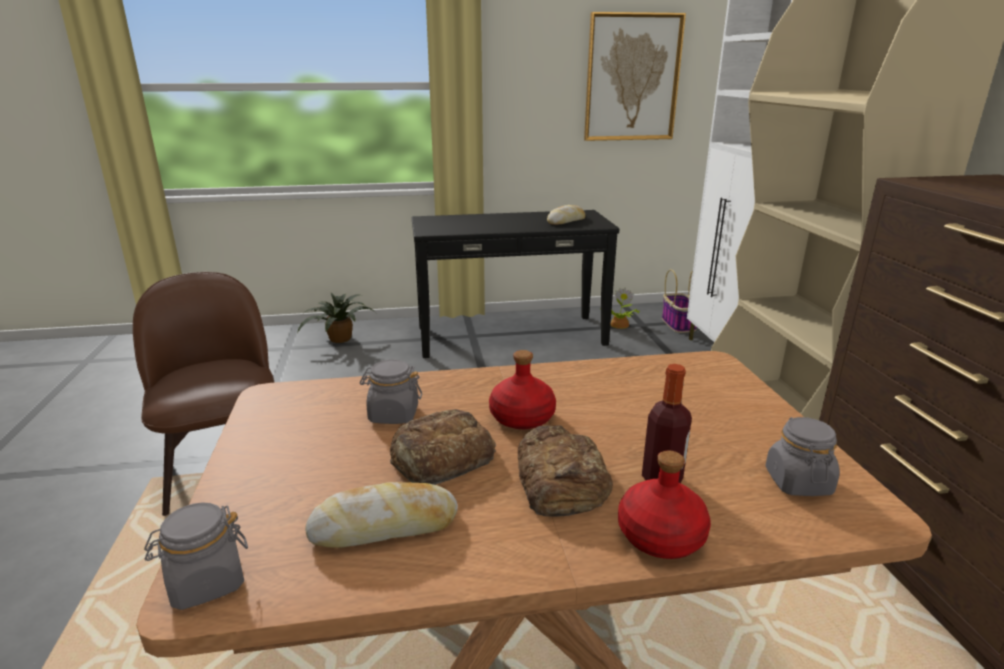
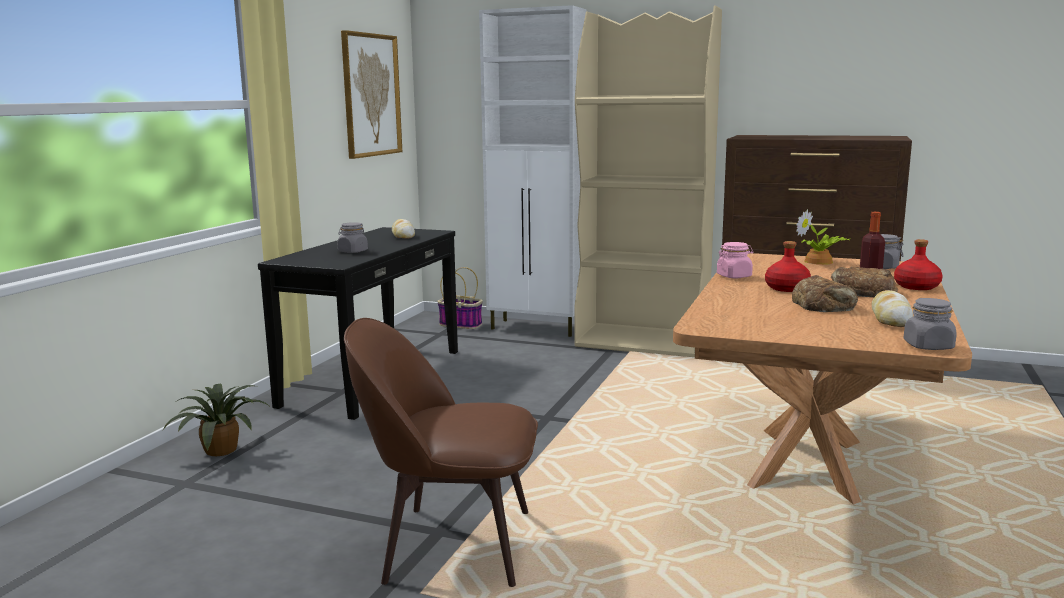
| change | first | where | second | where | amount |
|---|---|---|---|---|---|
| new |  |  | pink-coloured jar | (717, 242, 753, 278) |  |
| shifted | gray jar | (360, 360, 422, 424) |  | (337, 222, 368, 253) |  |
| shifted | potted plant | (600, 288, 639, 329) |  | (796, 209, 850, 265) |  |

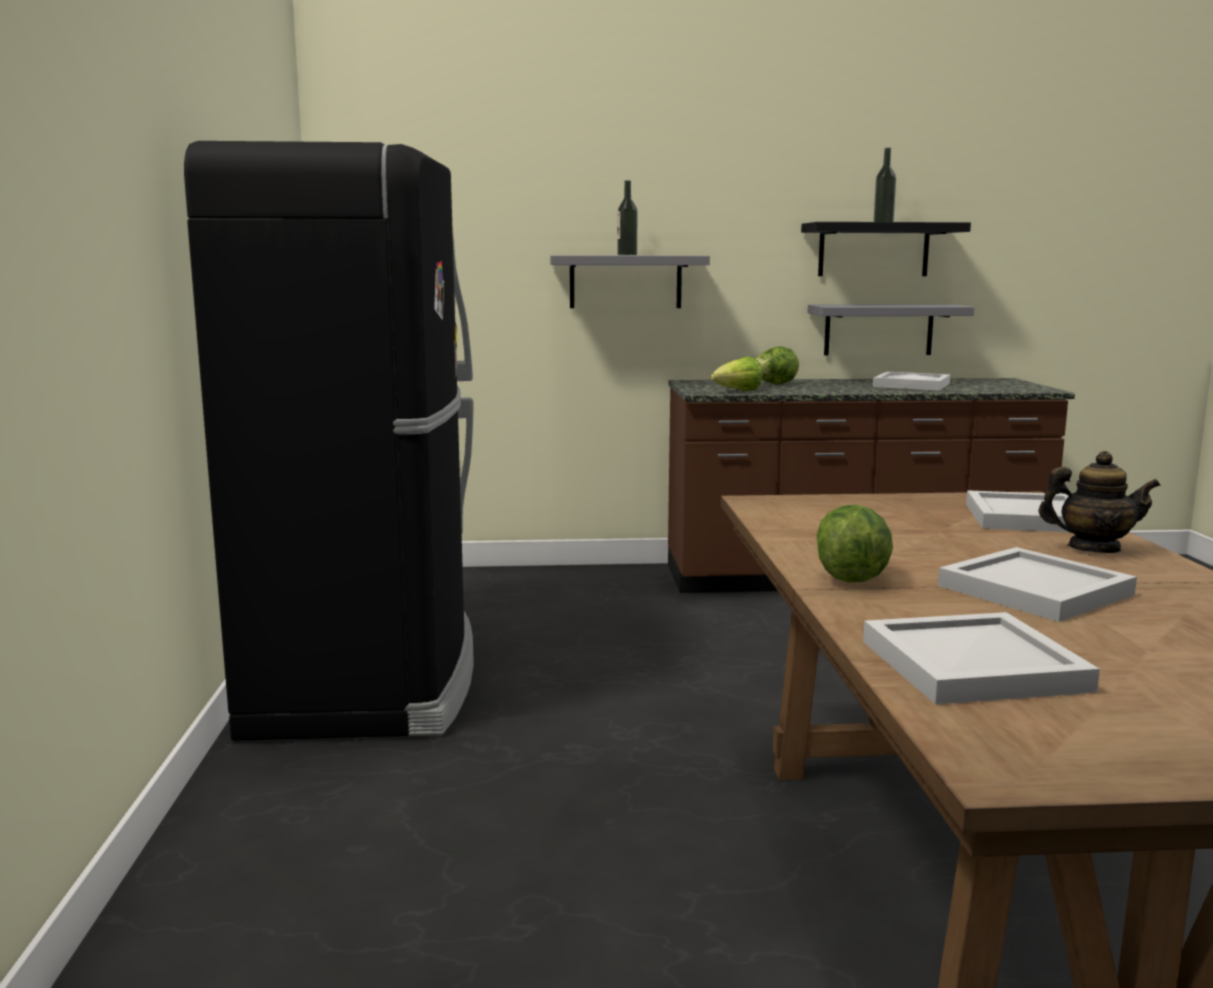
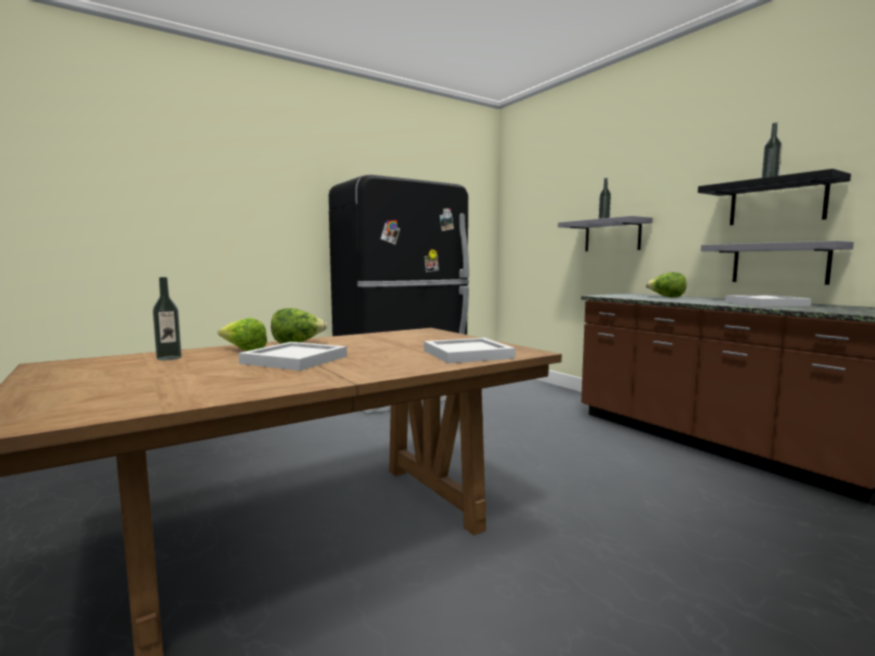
| change | first | where | second | where | amount |
|---|---|---|---|---|---|
| gone | teapot | (1039, 451, 1161, 553) |  |  |  |
| shifted | lettuce head | (711, 356, 763, 391) |  | (218, 318, 267, 351) |  |
| swapped | whitish serving tray | (863, 612, 1100, 705) | bottle | (153, 277, 182, 360) |  |

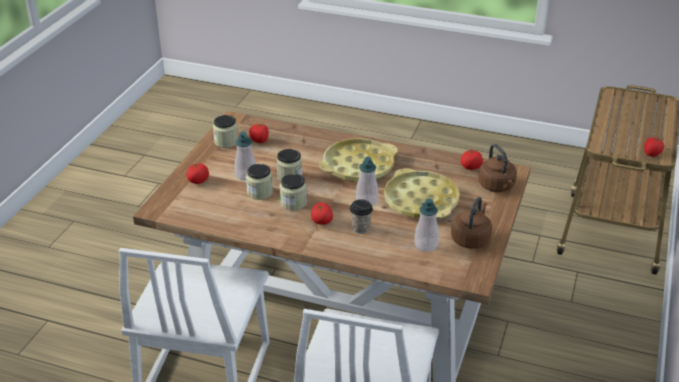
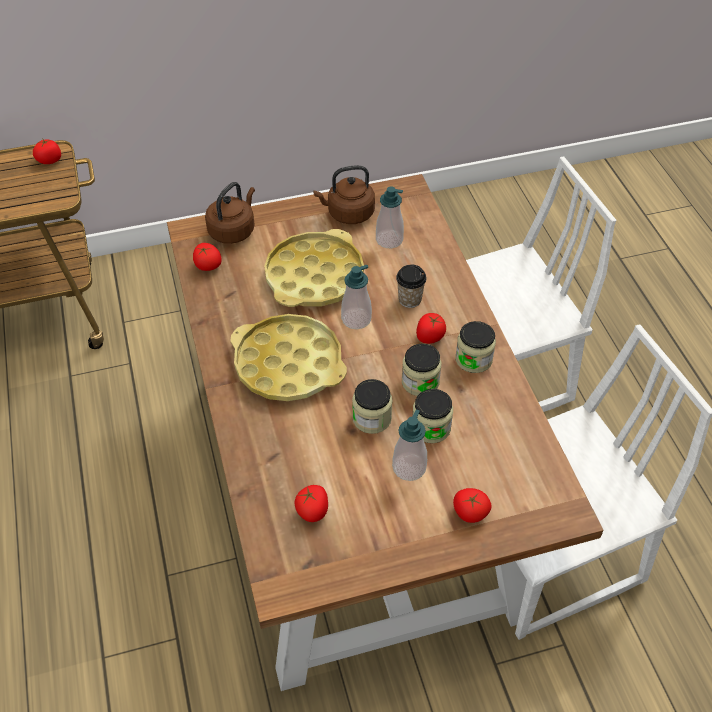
| change | first | where | second | where | amount |
|---|---|---|---|---|---|
| shifted | jar | (213, 115, 238, 148) |  | (455, 321, 496, 373) |  |

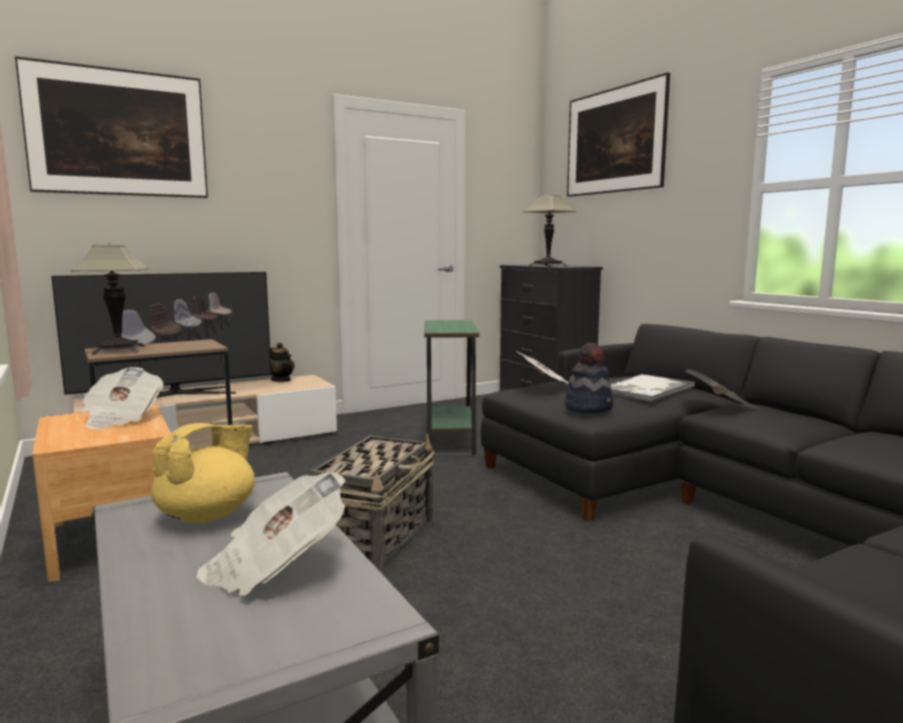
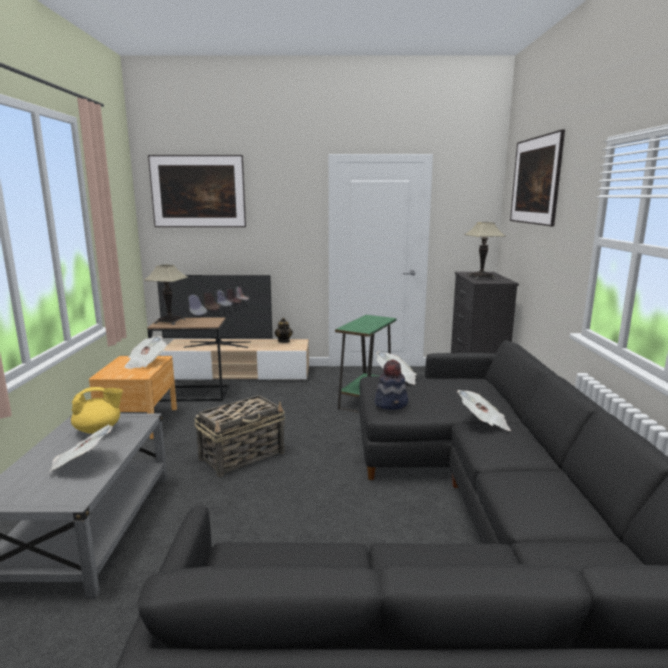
| change | first | where | second | where | amount |
|---|---|---|---|---|---|
| gone | serving tray | (611, 374, 695, 402) |  |  |  |

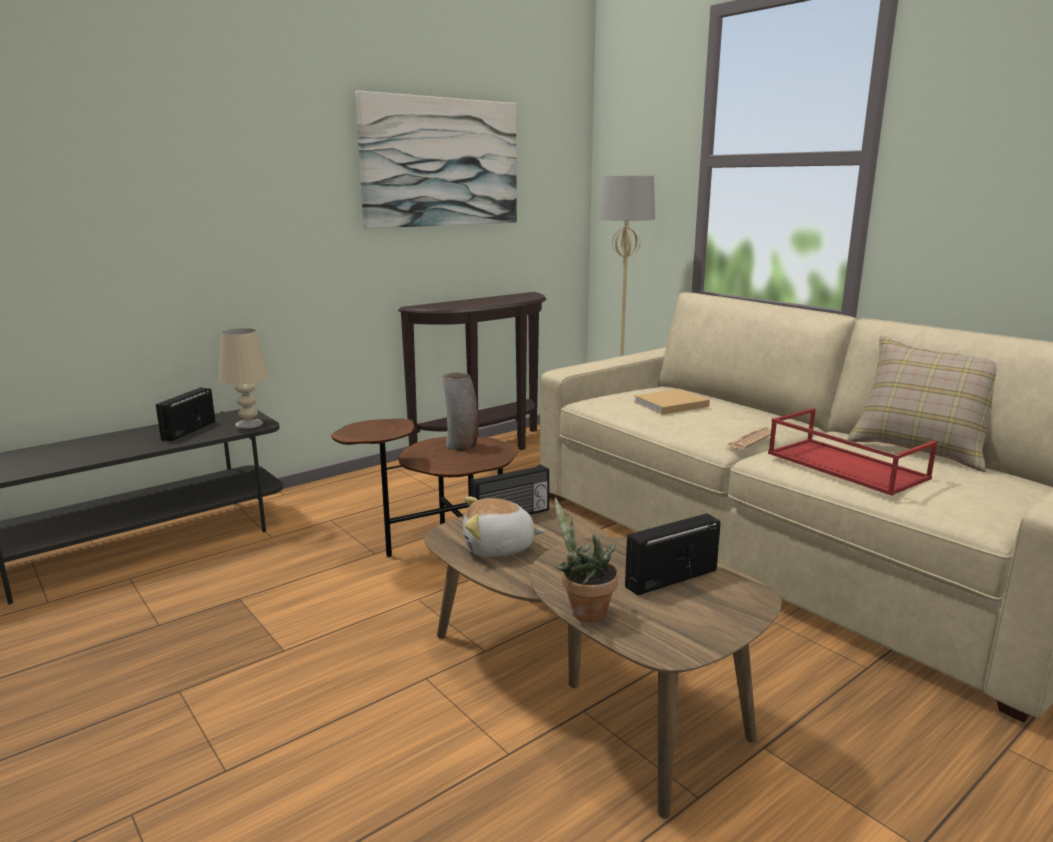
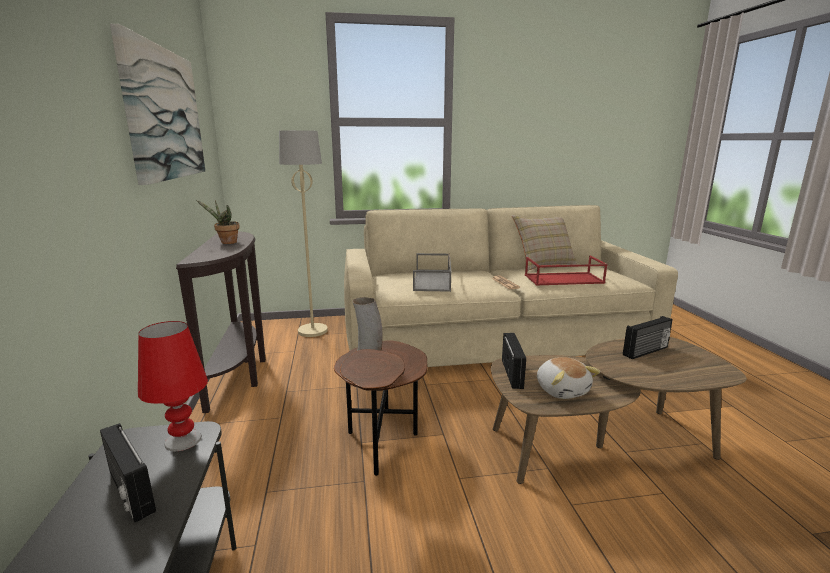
| change | first | where | second | where | amount |
|---|---|---|---|---|---|
| shifted | potted plant | (555, 497, 618, 622) |  | (196, 200, 240, 244) |  |
| swapped | beige bound book | (634, 389, 710, 414) | gray serving tray | (413, 253, 451, 292) |  |
| repainted | beige lamp for a table | (218, 328, 269, 429) | red-coloured lamp for a table | (138, 321, 208, 451) |  |
| rotated | cuddly toy | (463, 497, 545, 557) |  | (537, 357, 600, 399) | 45 degrees counterclockwise |
| rotated | radio set | (625, 513, 721, 596) |  | (623, 316, 673, 359) | 120 degrees counterclockwise |

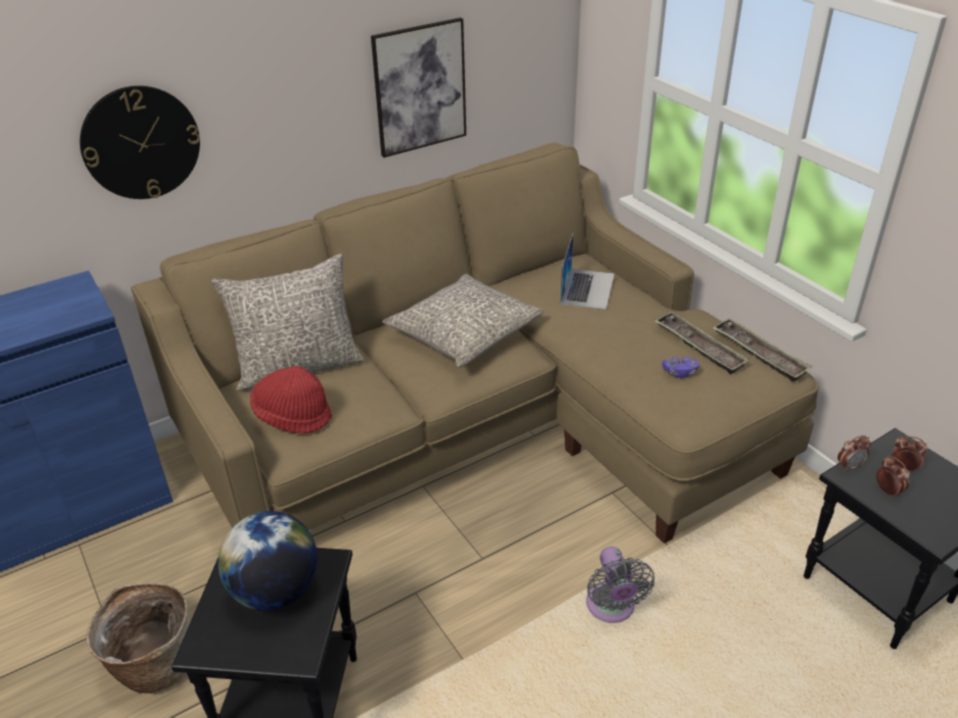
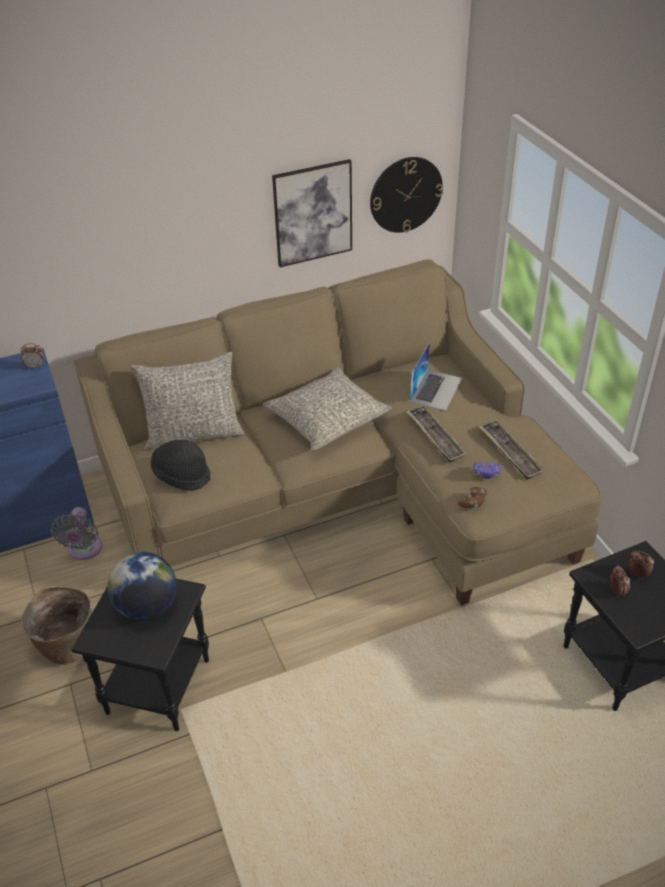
| change | first | where | second | where | amount |
|---|---|---|---|---|---|
| new |  |  | brown joypad | (458, 487, 487, 508) |  |
| shifted | clock on the wall | (80, 86, 200, 199) |  | (370, 157, 443, 233) |  |
| shifted | gray electric fan | (586, 547, 655, 623) |  | (50, 507, 102, 560) |  |
| shifted | serving tray | (713, 318, 812, 382) |  | (407, 405, 467, 463) |  |
| shifted | alarm clock | (837, 435, 871, 472) |  | (20, 343, 44, 369) |  |
| repainted | red-coloured clothing hat | (250, 366, 332, 433) | black-coloured clothing hat | (151, 440, 211, 491) |  |

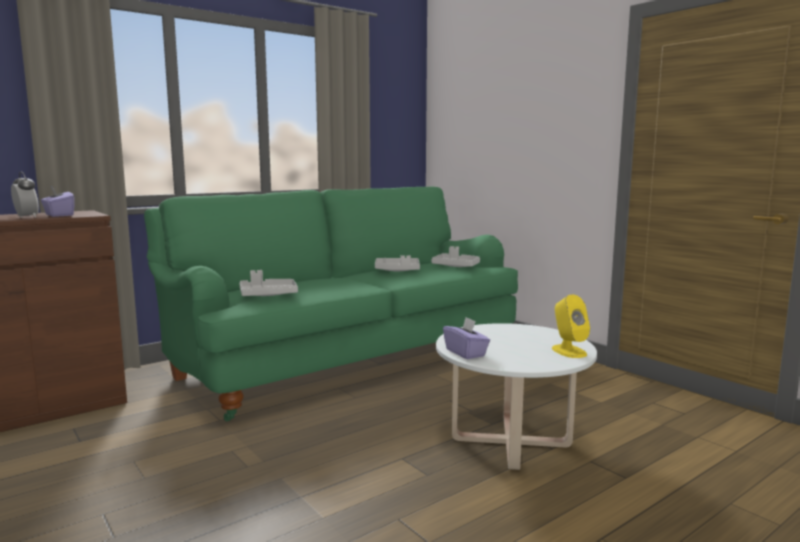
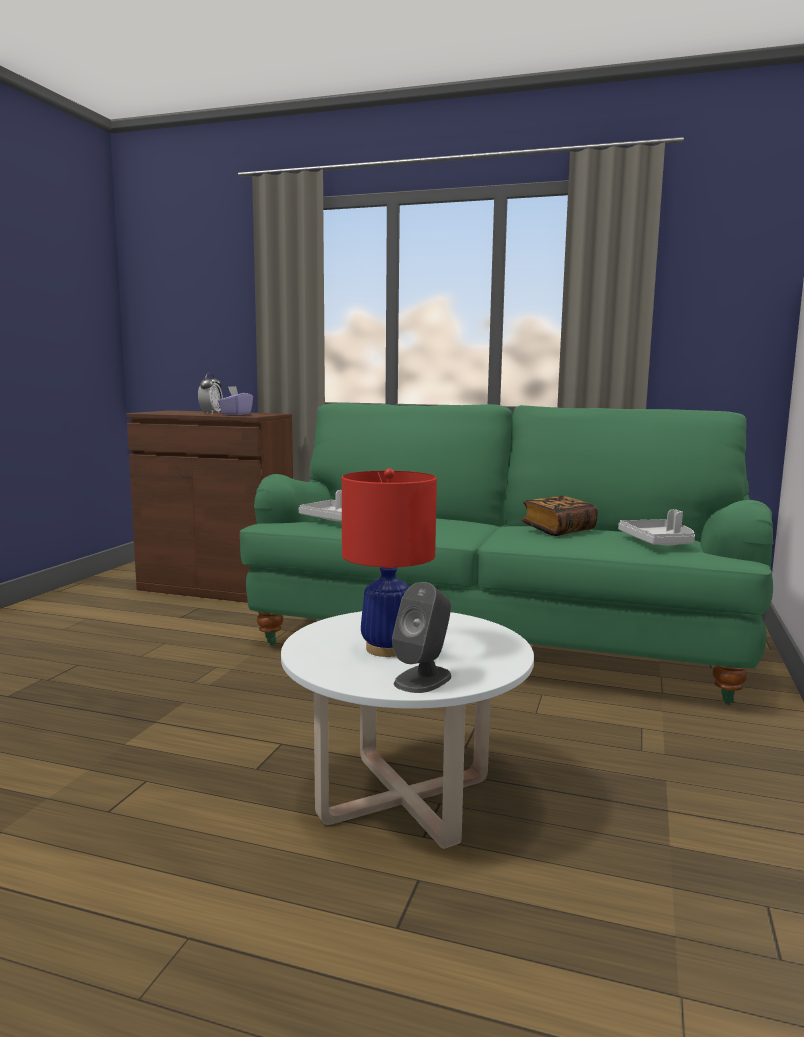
| change | first | where | second | where | amount |
|---|---|---|---|---|---|
| gone | purple-coloured tissue box | (443, 317, 490, 359) |  |  |  |
| new |  |  | red-coloured lamp for a table | (342, 468, 437, 657) |  |
| swapped | gray serving tray | (375, 255, 420, 271) | bound book | (521, 496, 598, 536) |  |
| repainted | yellow loudspeaker | (552, 294, 590, 358) | gray loudspeaker | (392, 582, 452, 693) |  |

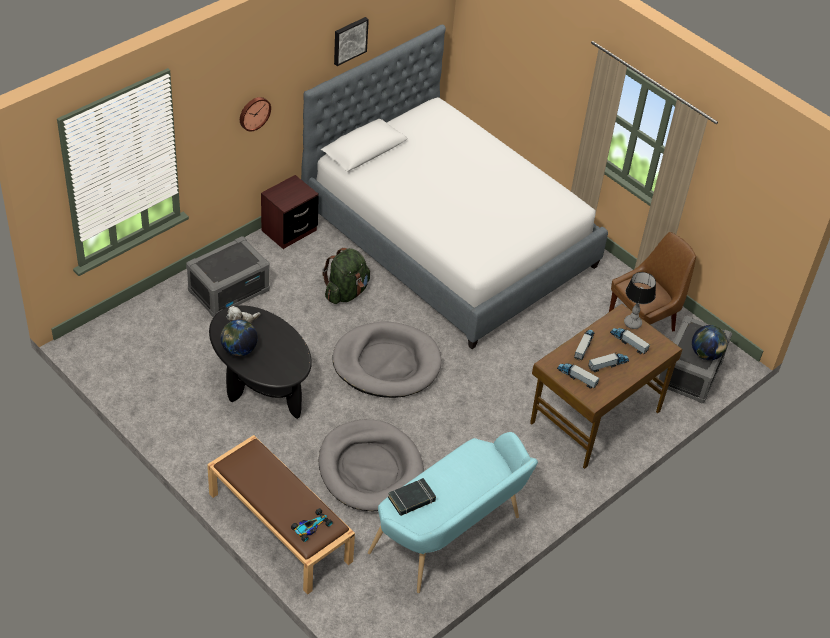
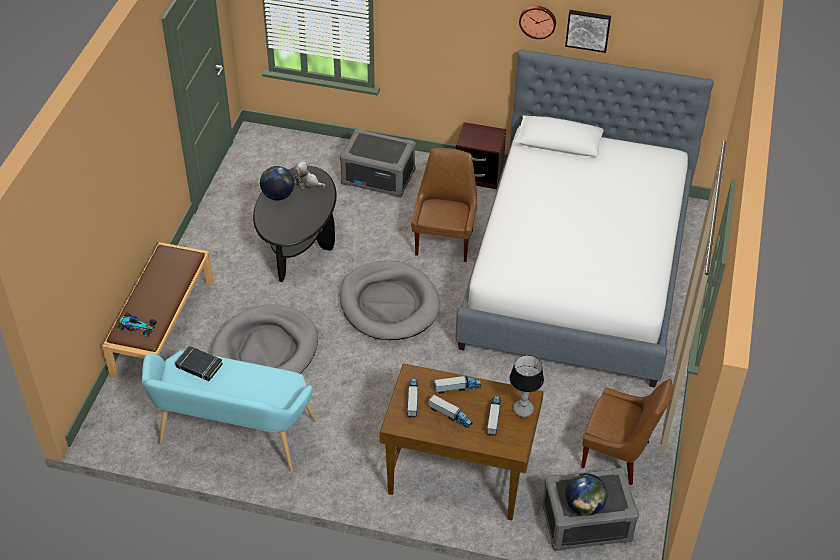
| change | first | where | second | where | amount |
|---|---|---|---|---|---|
| shifted | clock on the wall | (240, 97, 271, 131) |  | (519, 6, 556, 39) |  |
| swapped | greenish rucksack | (322, 248, 370, 304) | brown upright chair | (411, 148, 477, 262) |  |

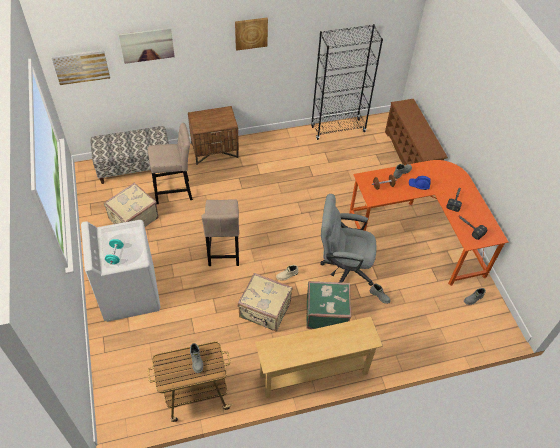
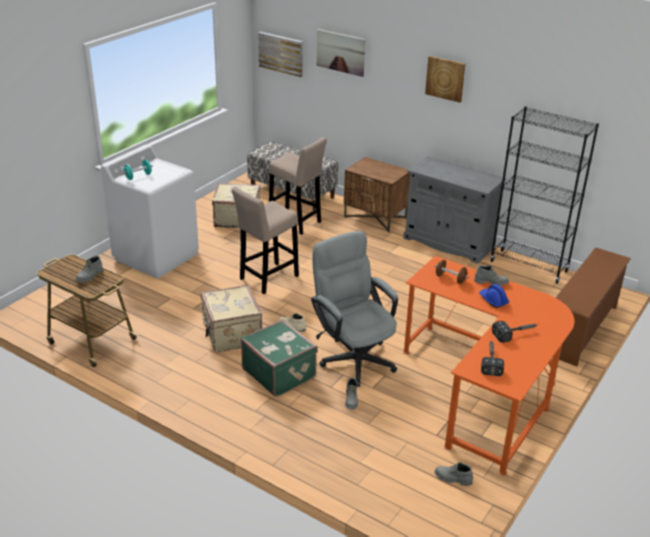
| change | first | where | second | where | amount |
|---|---|---|---|---|---|
| gone | beige narrow table | (255, 317, 383, 399) |  |  |  |
| new |  |  | gray storage cabinet | (403, 156, 506, 264) |  |

